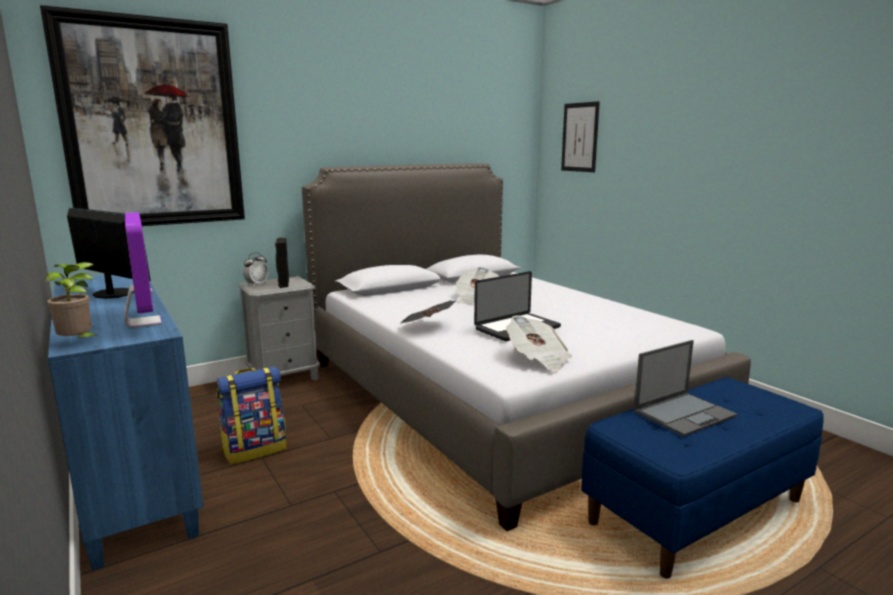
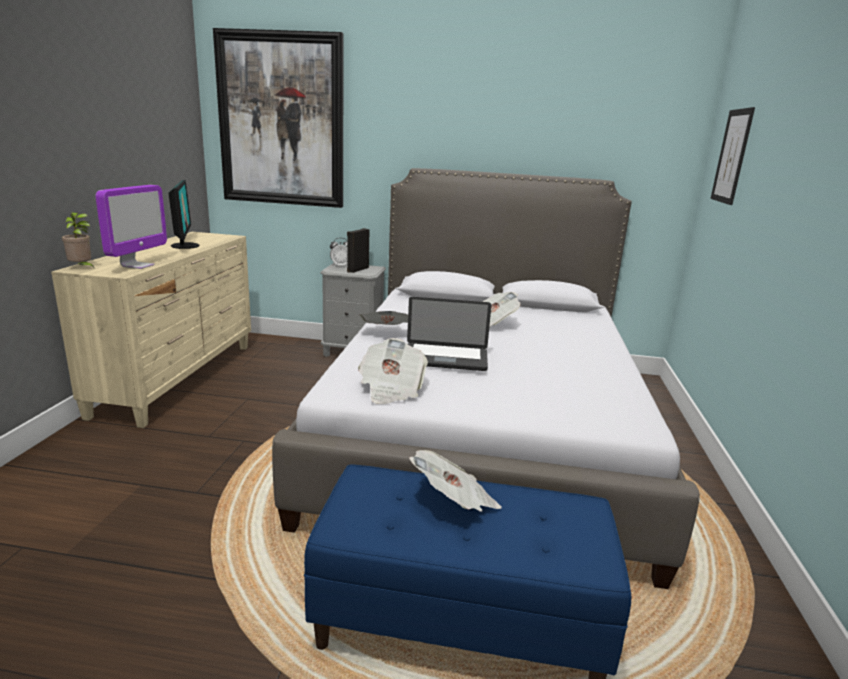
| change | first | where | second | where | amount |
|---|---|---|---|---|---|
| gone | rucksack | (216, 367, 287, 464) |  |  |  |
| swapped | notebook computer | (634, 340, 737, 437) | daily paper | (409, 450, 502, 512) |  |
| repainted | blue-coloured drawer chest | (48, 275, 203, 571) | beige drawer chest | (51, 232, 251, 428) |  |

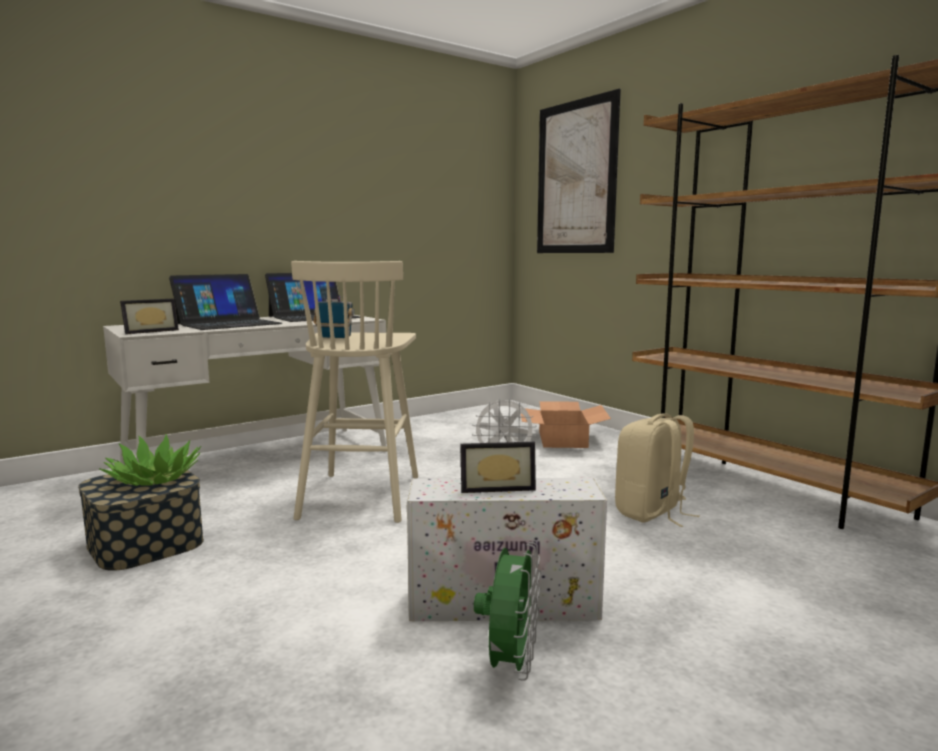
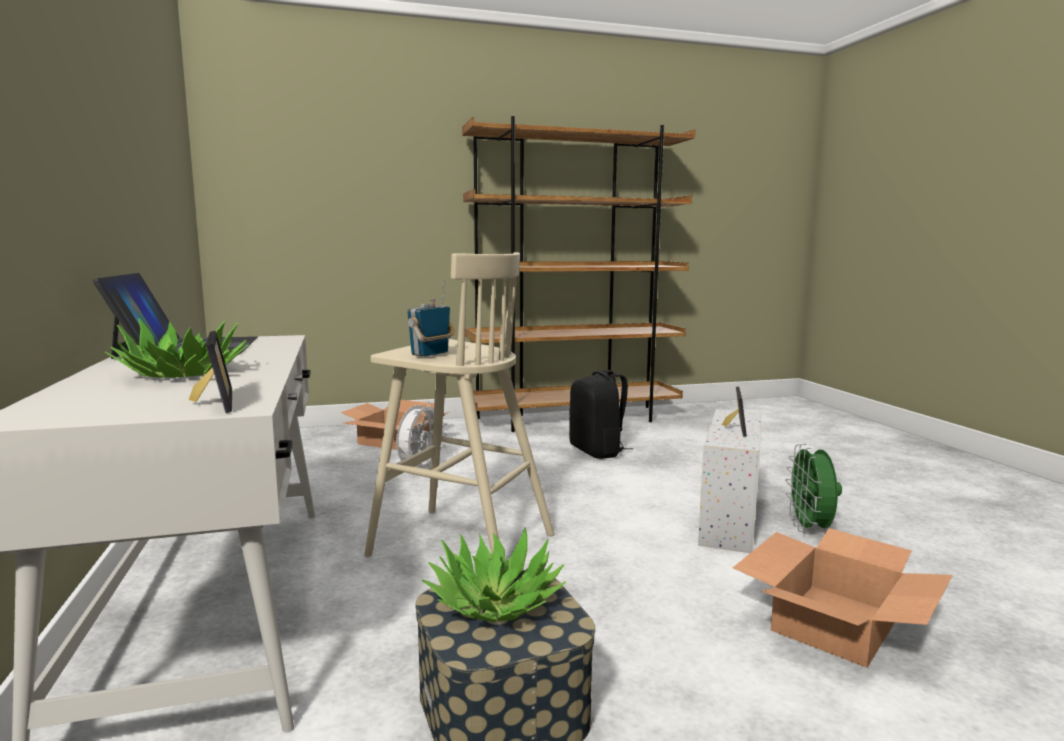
| change | first | where | second | where | amount |
|---|---|---|---|---|---|
| gone | picture | (537, 89, 621, 253) |  |  |  |
| new |  |  | carton | (733, 528, 953, 668) |  |
| swapped | notebook computer | (169, 274, 282, 330) | potted plant | (104, 318, 248, 378) |  |
| repainted | beige rucksack | (615, 414, 700, 527) | black-coloured rucksack | (569, 369, 633, 459) |  |
| rotated | greenish electric fan | (474, 542, 541, 681) |  | (785, 444, 842, 534) | 120 degrees counterclockwise |

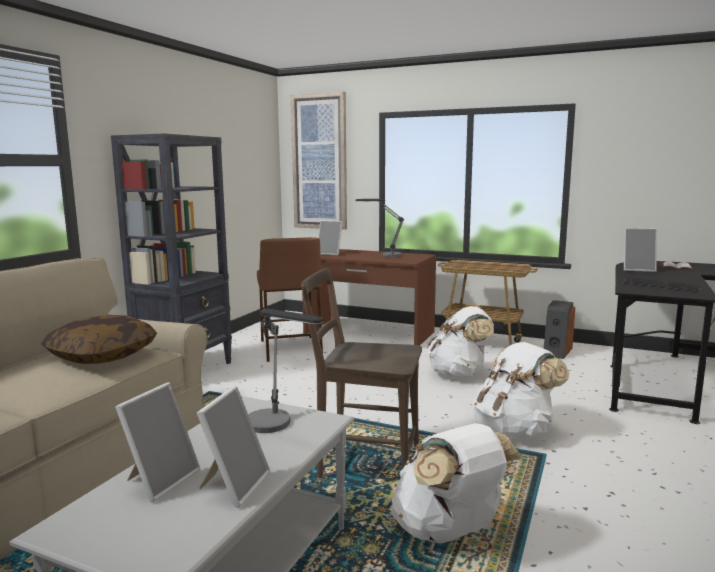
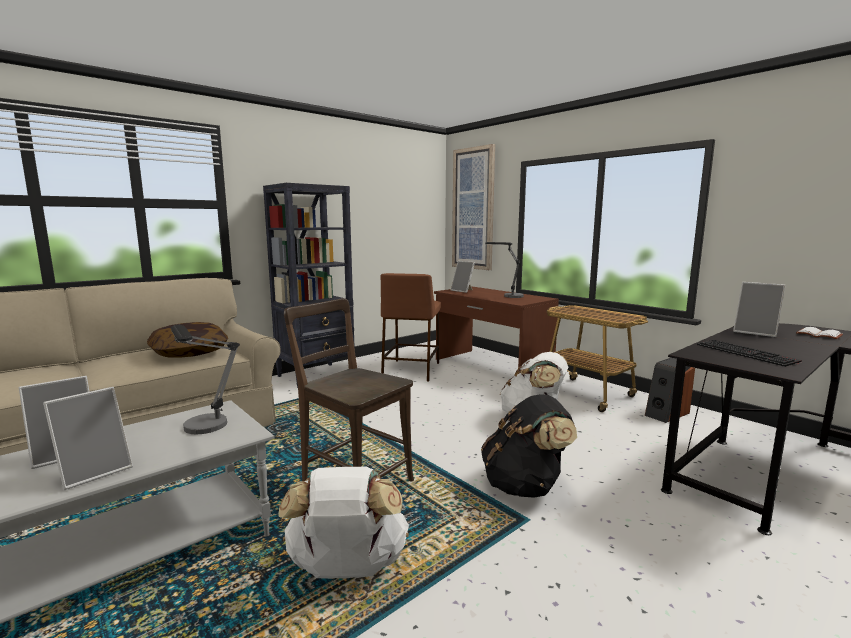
| change | first | where | second | where | amount |
|---|---|---|---|---|---|
| repainted | whitish rucksack | (473, 342, 569, 438) | black-coloured rucksack | (481, 394, 577, 498) |  |

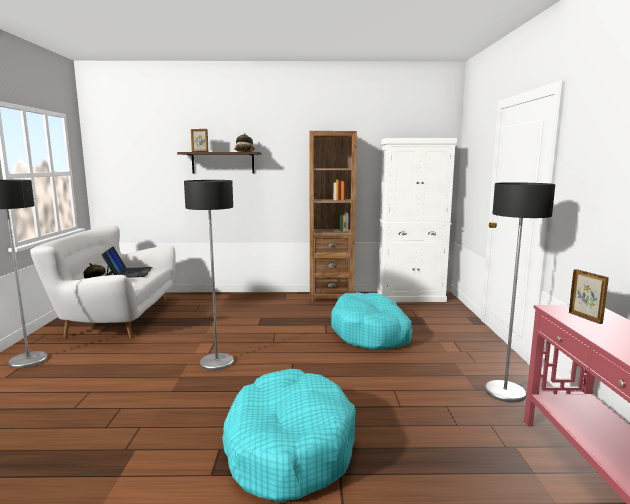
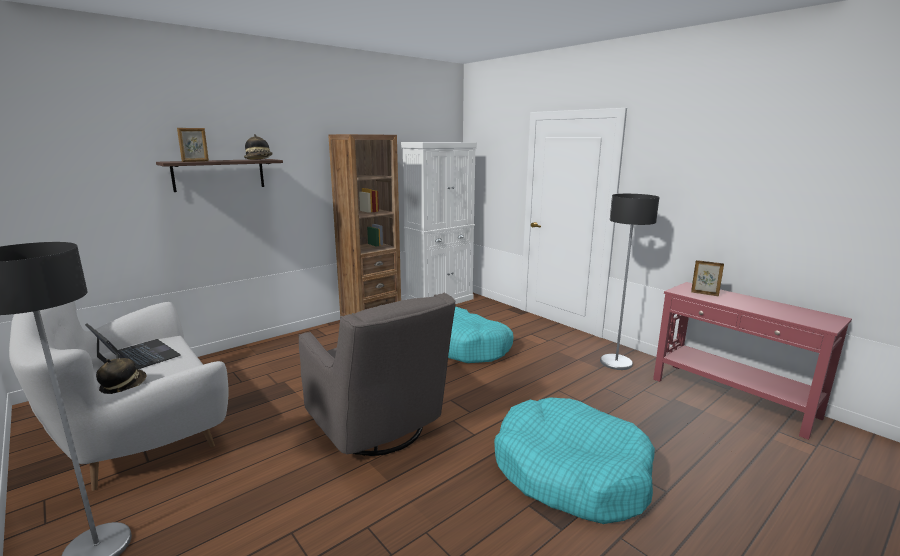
| change | first | where | second | where | amount |
|---|---|---|---|---|---|
| swapped | floor lamp | (184, 180, 234, 371) | gray easy chair | (298, 293, 456, 456) |  |

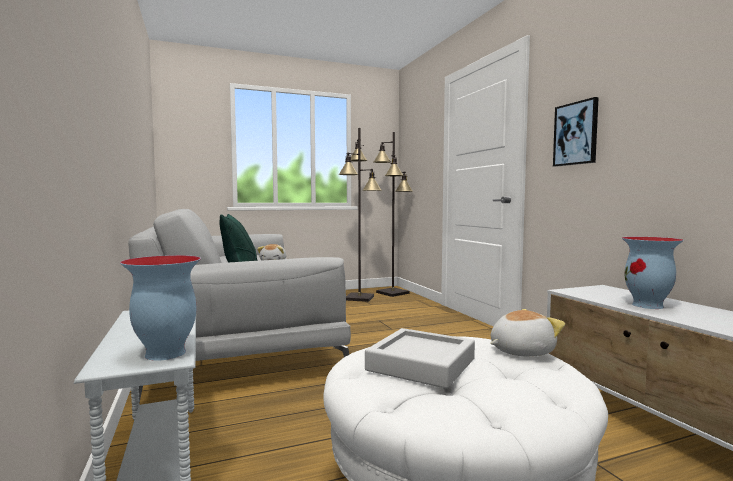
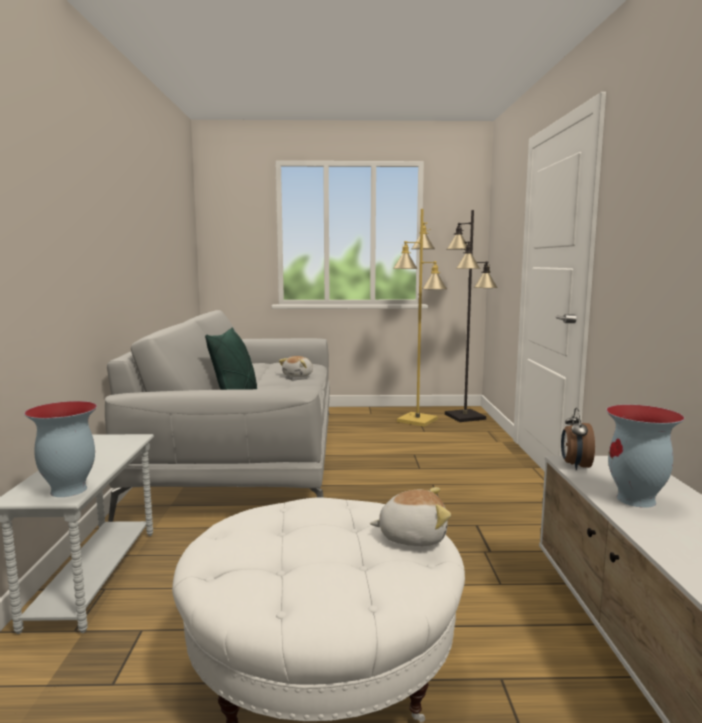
| change | first | where | second | where | amount |
|---|---|---|---|---|---|
| gone | gray serving tray | (365, 328, 475, 389) |  |  |  |
| gone | picture | (553, 97, 599, 167) |  |  |  |
| new |  |  | alarm clock | (561, 408, 595, 470) |  |
| repainted | black-coloured floor lamp | (339, 128, 382, 302) | yellow floor lamp | (393, 209, 447, 427) |  |

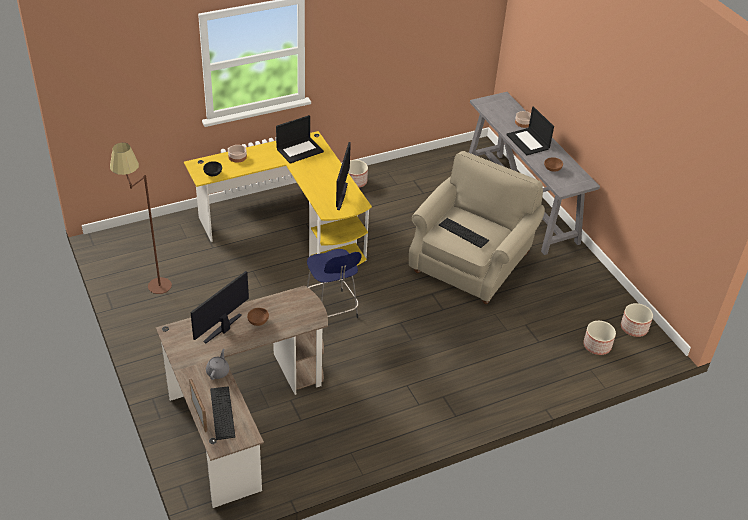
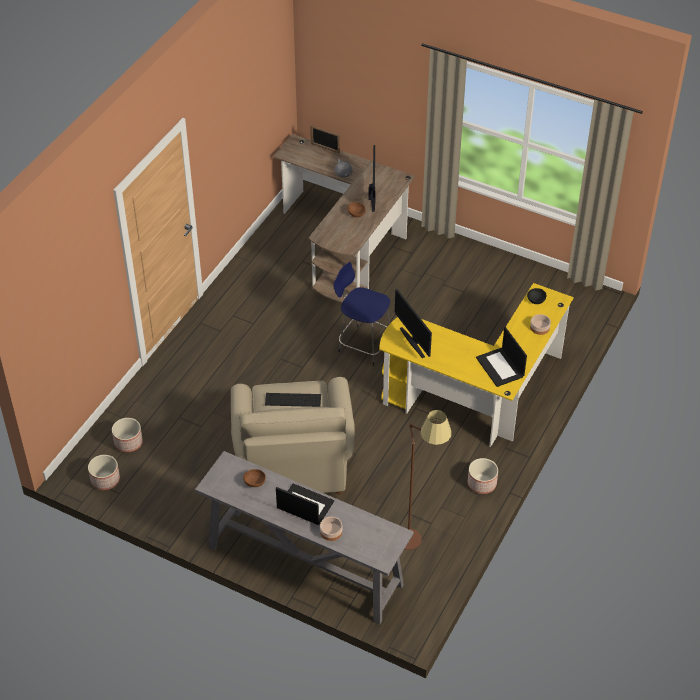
| change | first | where | second | where | amount |
|---|---|---|---|---|---|
| gone | computer keyboard | (210, 386, 236, 440) |  |  |  |
| shifted | brown floor lamp | (110, 143, 172, 294) |  | (405, 410, 451, 550) |  |
| rotated | notebook computer | (276, 115, 324, 164) |  | (476, 327, 527, 387) | 45 degrees counterclockwise |

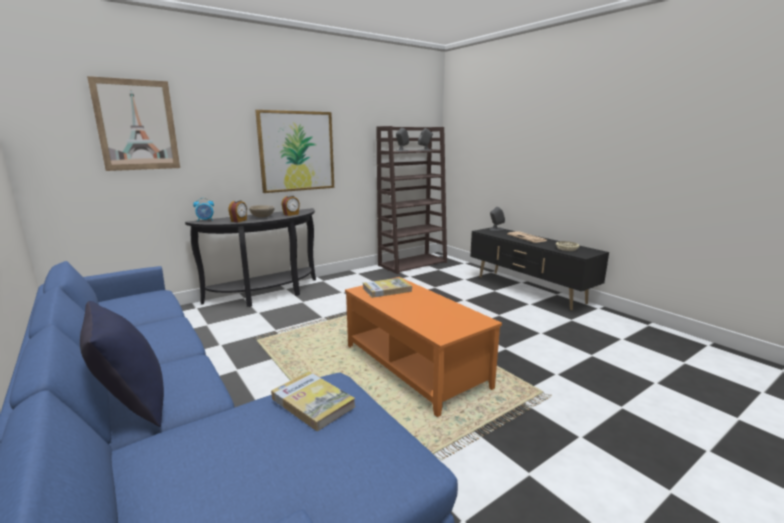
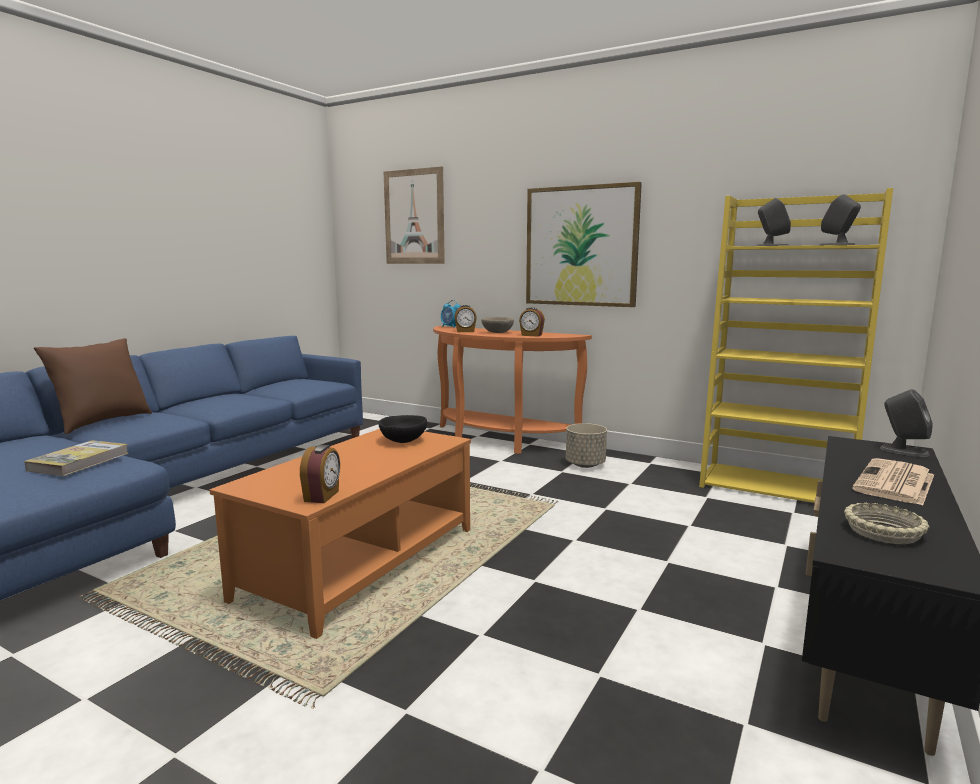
| change | first | where | second | where | amount |
|---|---|---|---|---|---|
| new |  |  | alarm clock | (300, 445, 340, 503) |  |
| new |  |  | beige planter | (566, 423, 607, 468) |  |
| swapped | bound book | (363, 278, 412, 298) | black-coloured bowl | (379, 415, 427, 443) |  |
| repainted | blue-coloured cushion | (80, 301, 164, 427) | brown cushion | (34, 338, 152, 434) |  |
| repainted | black-coloured narrow table | (185, 208, 316, 307) | orangey narrow table | (433, 326, 592, 454) |  |
| repainted | brown bookshelf | (376, 126, 447, 274) | yellow bookshelf | (699, 188, 893, 503) |  |

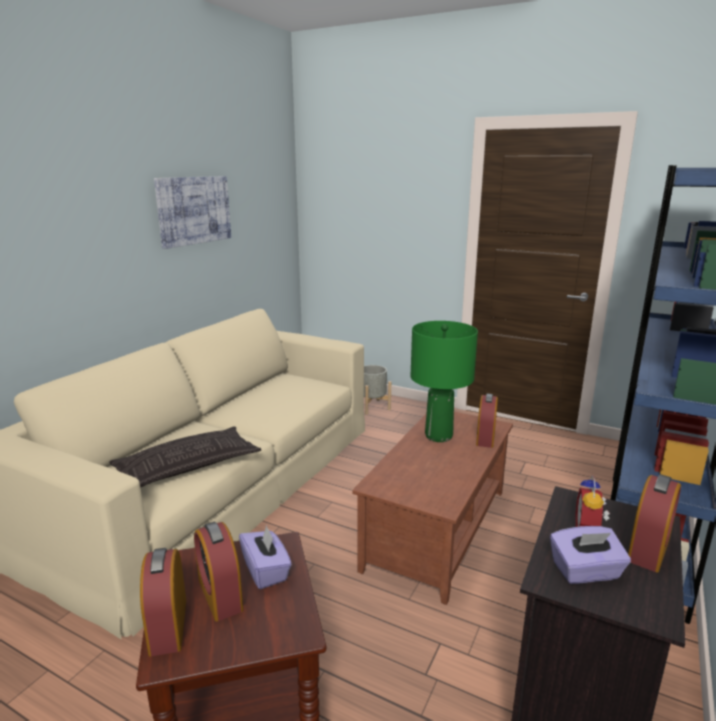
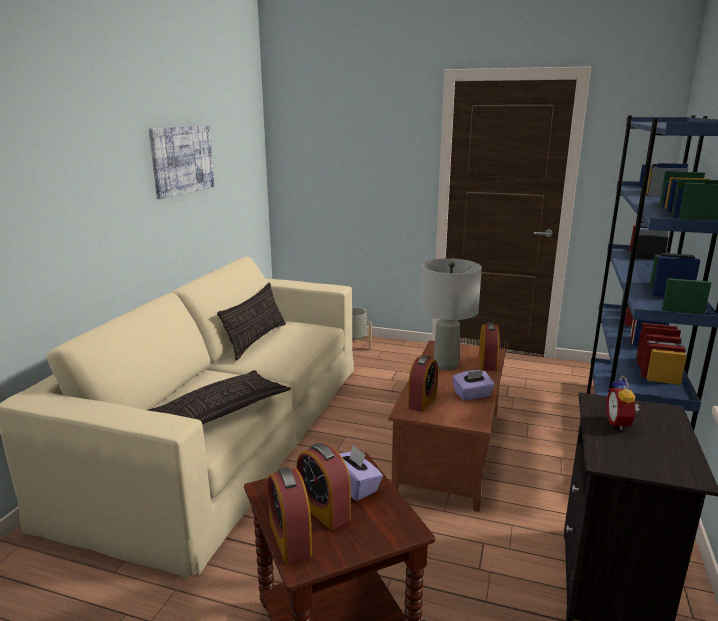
| change | first | where | second | where | amount |
|---|---|---|---|---|---|
| new |  |  | cushion | (217, 283, 286, 361) |  |
| shifted | purple-coloured tissue box | (550, 526, 631, 584) |  | (452, 370, 495, 401) |  |
| shifted | alarm clock | (628, 474, 681, 572) |  | (408, 355, 438, 412) |  |
| repainted | greenish lamp for a table | (411, 321, 478, 442) | gray lamp for a table | (420, 258, 482, 370) |  |

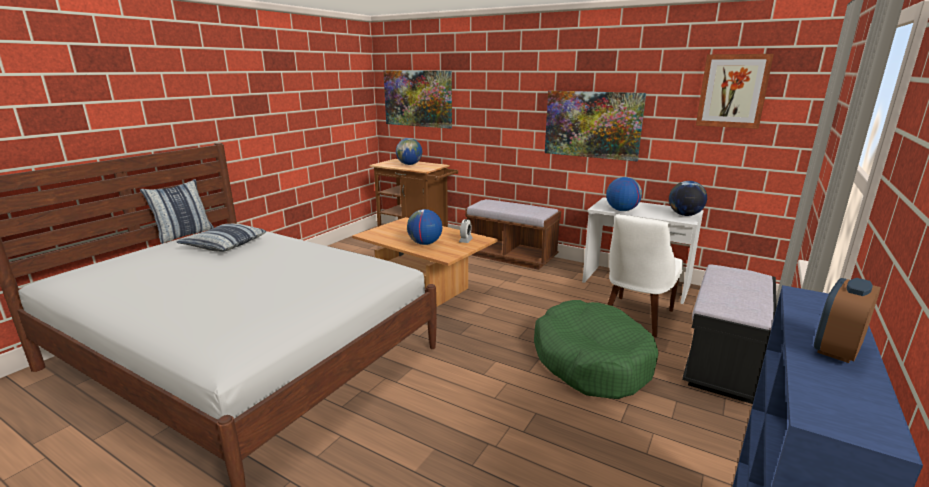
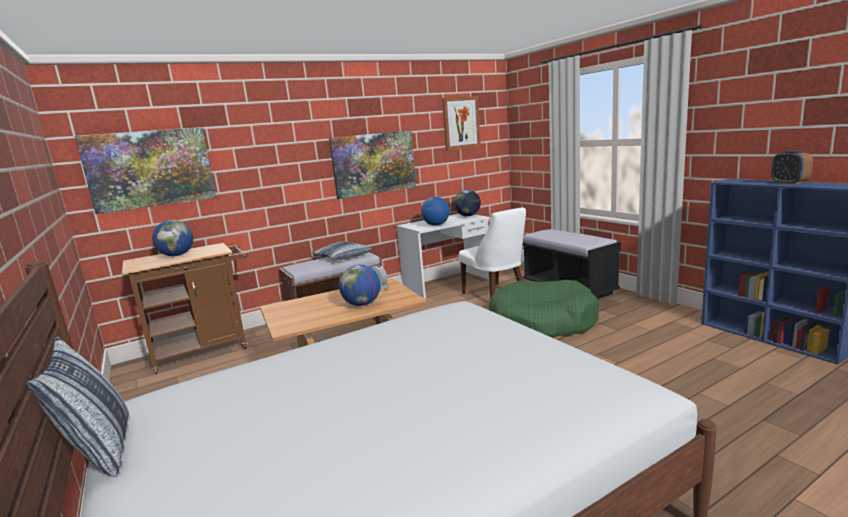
| change | first | where | second | where | amount |
|---|---|---|---|---|---|
| shifted | cushion | (177, 224, 266, 252) |  | (312, 241, 372, 260) |  |

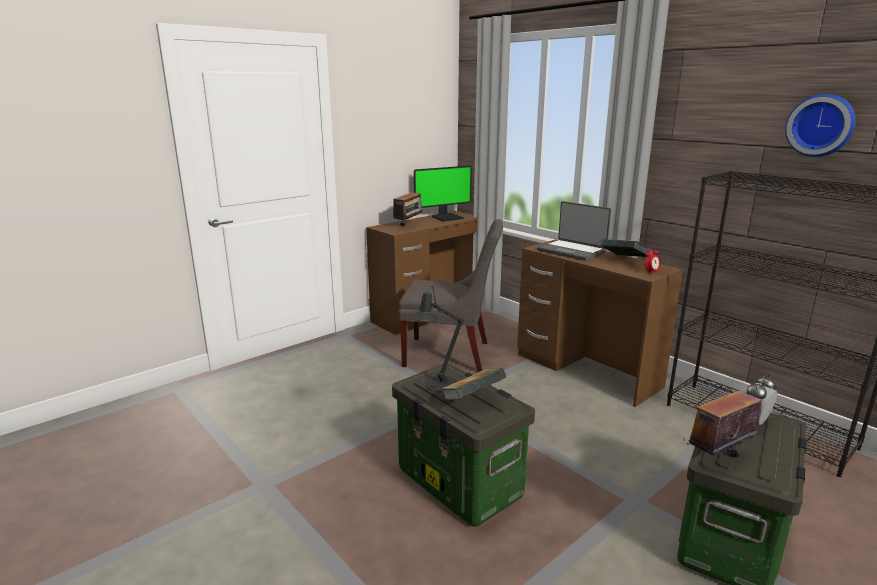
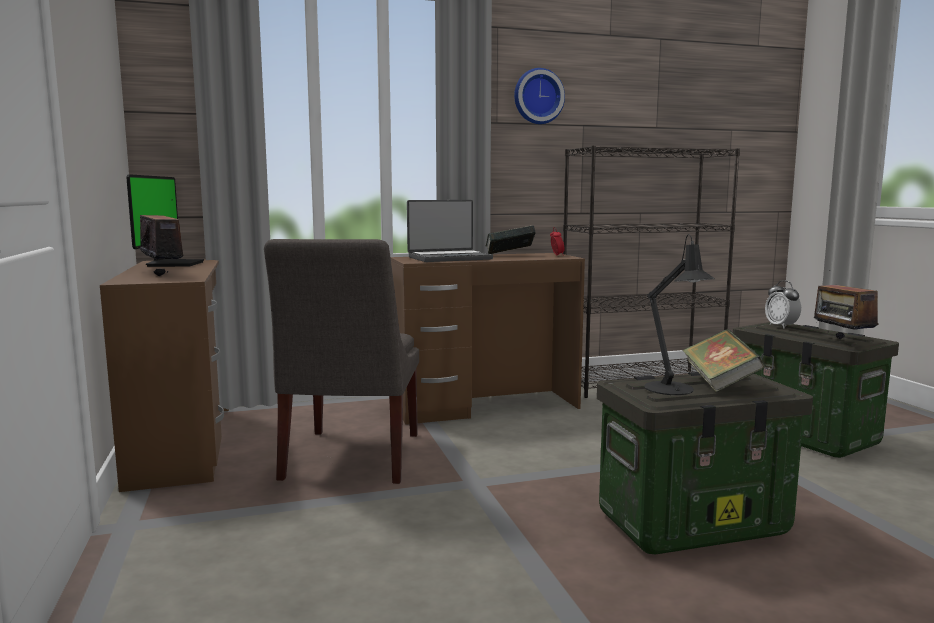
| change | first | where | second | where | amount |
|---|---|---|---|---|---|
| shifted | clock on the wall | (785, 94, 856, 157) |  | (514, 68, 565, 124) |  |
| rotated | gray upright chair | (398, 219, 503, 372) |  | (264, 239, 419, 484) | 150 degrees clockwise |

